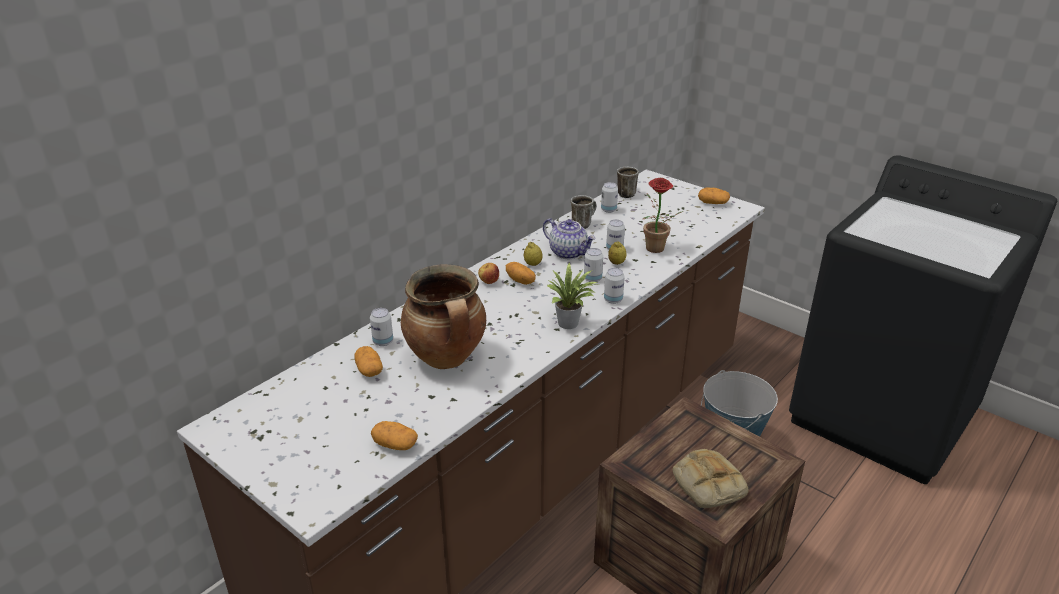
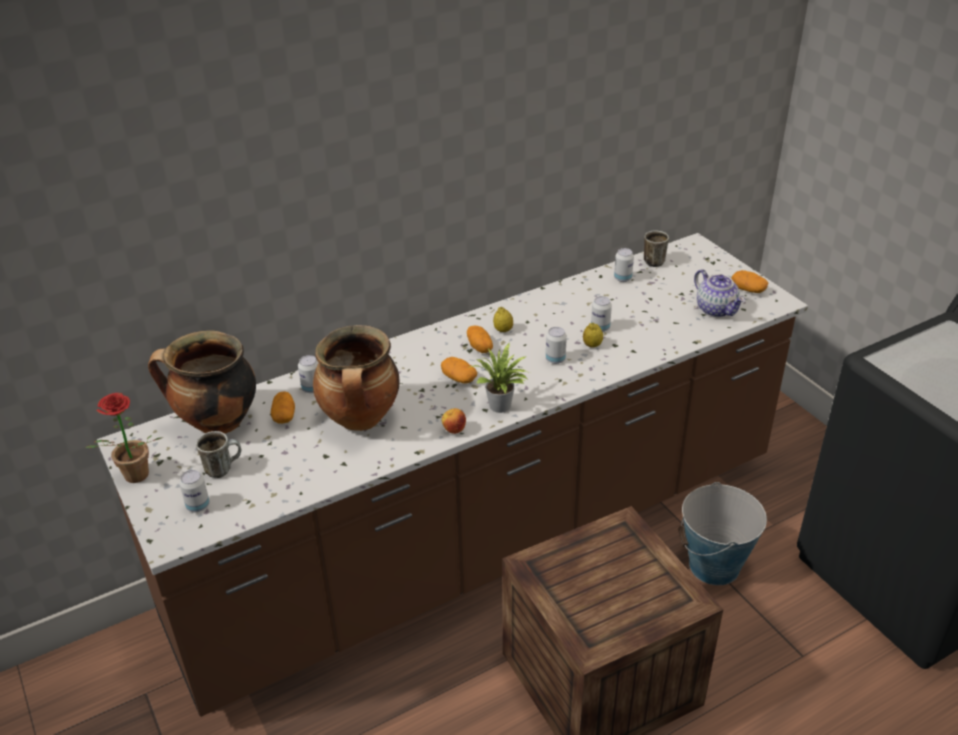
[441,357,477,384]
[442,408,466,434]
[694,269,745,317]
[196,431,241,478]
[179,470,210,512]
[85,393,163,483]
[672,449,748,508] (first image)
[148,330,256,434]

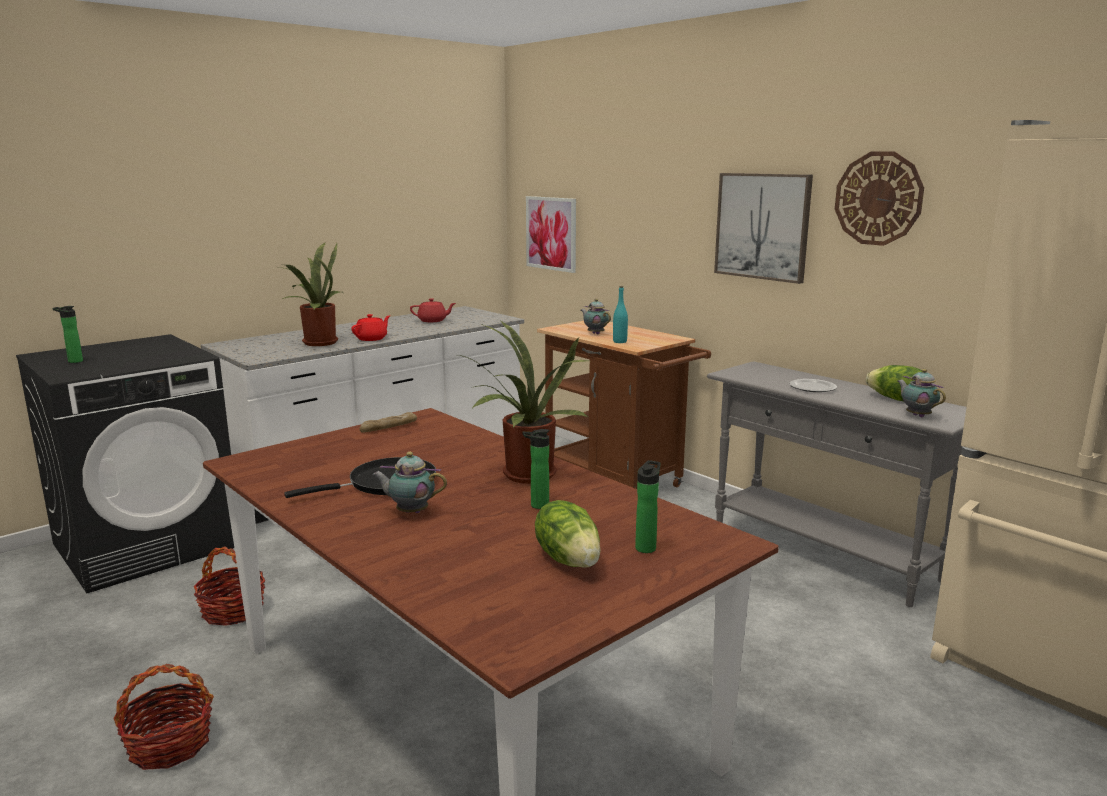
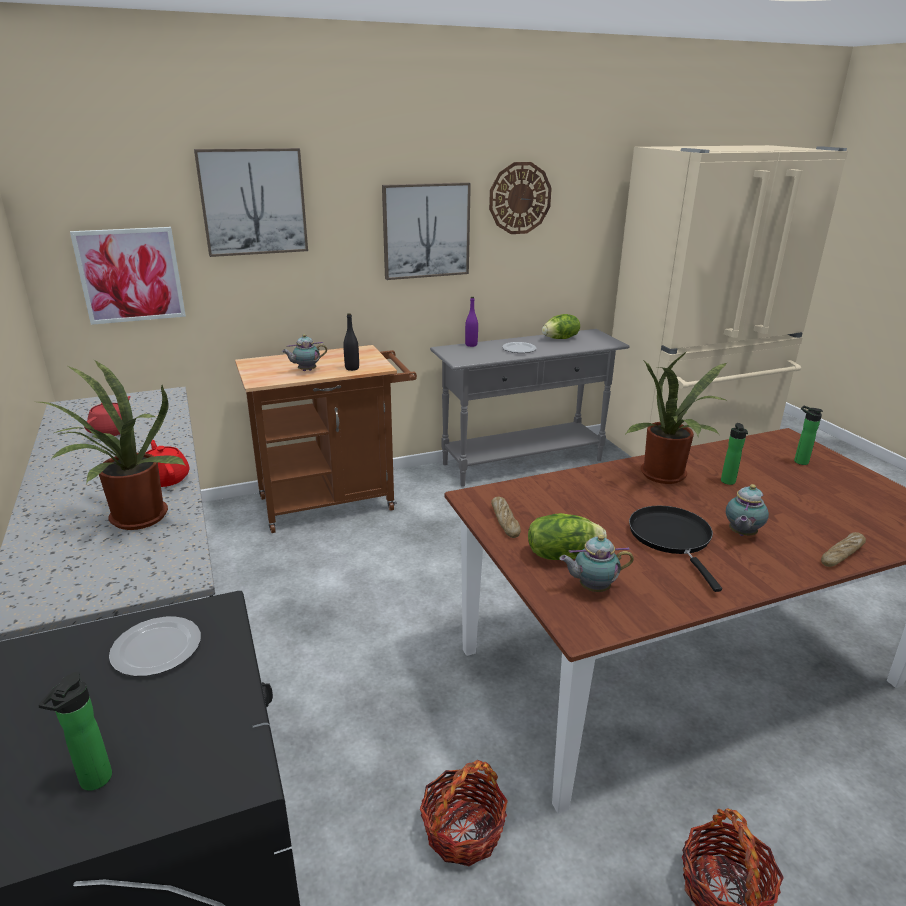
[528,513,607,560]
[343,313,359,371]
[559,535,634,592]
[109,616,201,676]
[194,148,308,257]
[465,297,478,347]
[821,532,866,567]

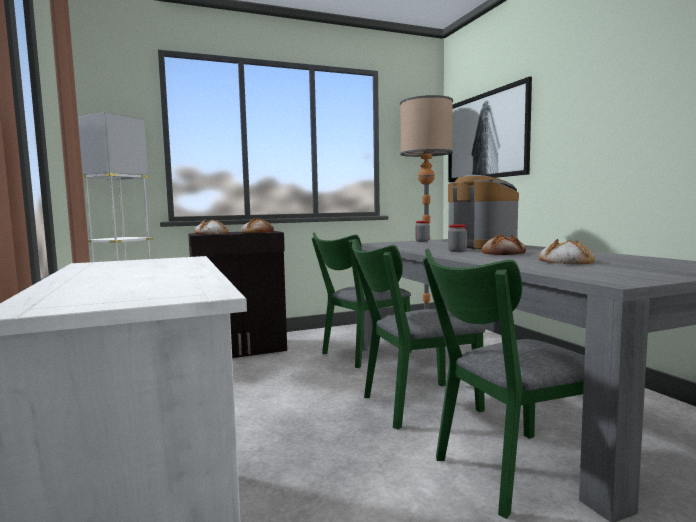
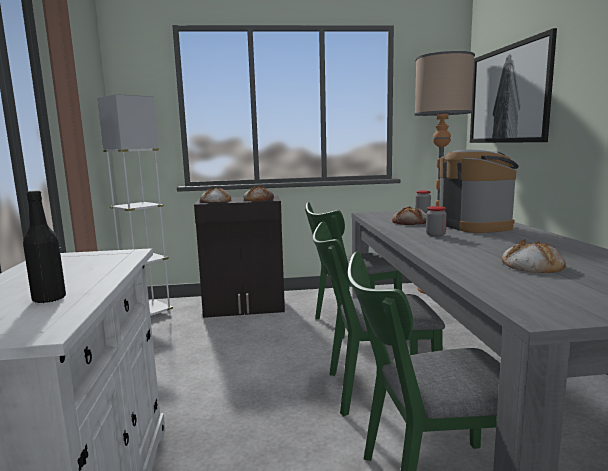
[392,206,426,225]
[23,191,66,303]

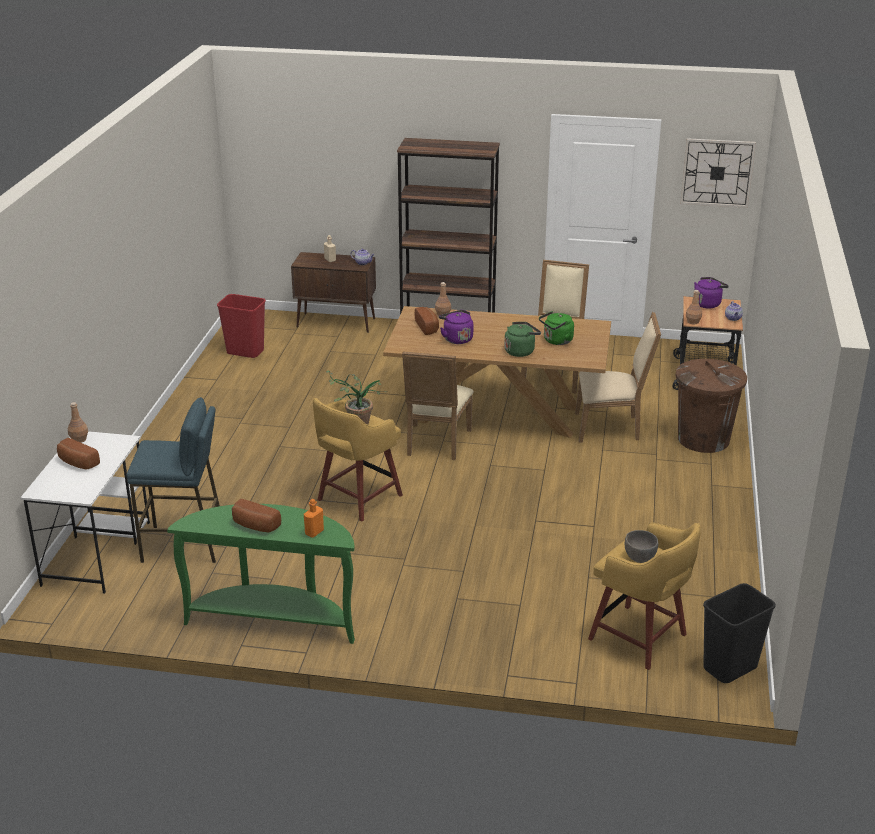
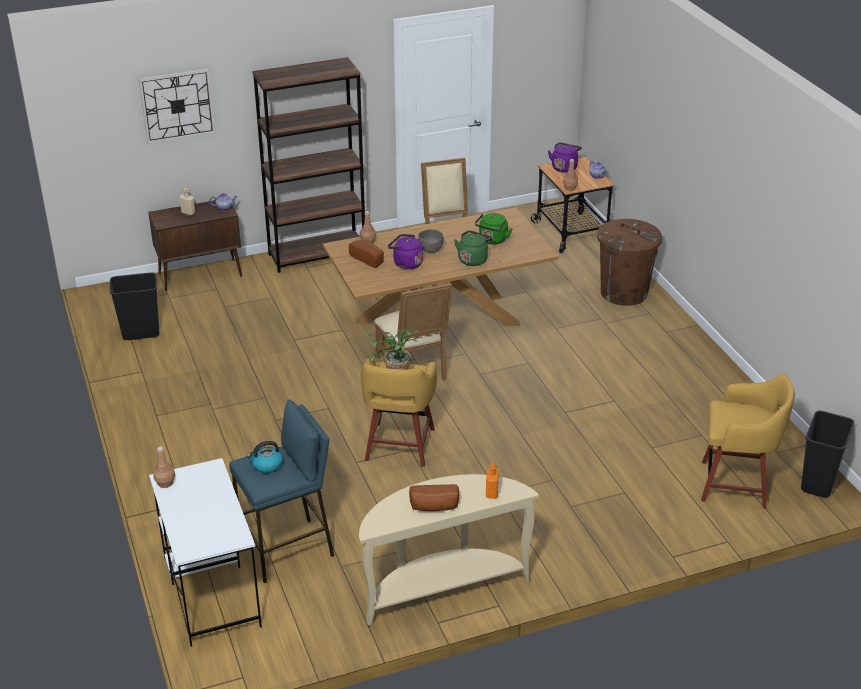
[57,438,100,470] (first image)
[359,474,539,626]
[110,272,159,340]
[575,312,661,442] (first image)
[418,229,444,253]
[139,69,215,144]
[246,441,283,473]

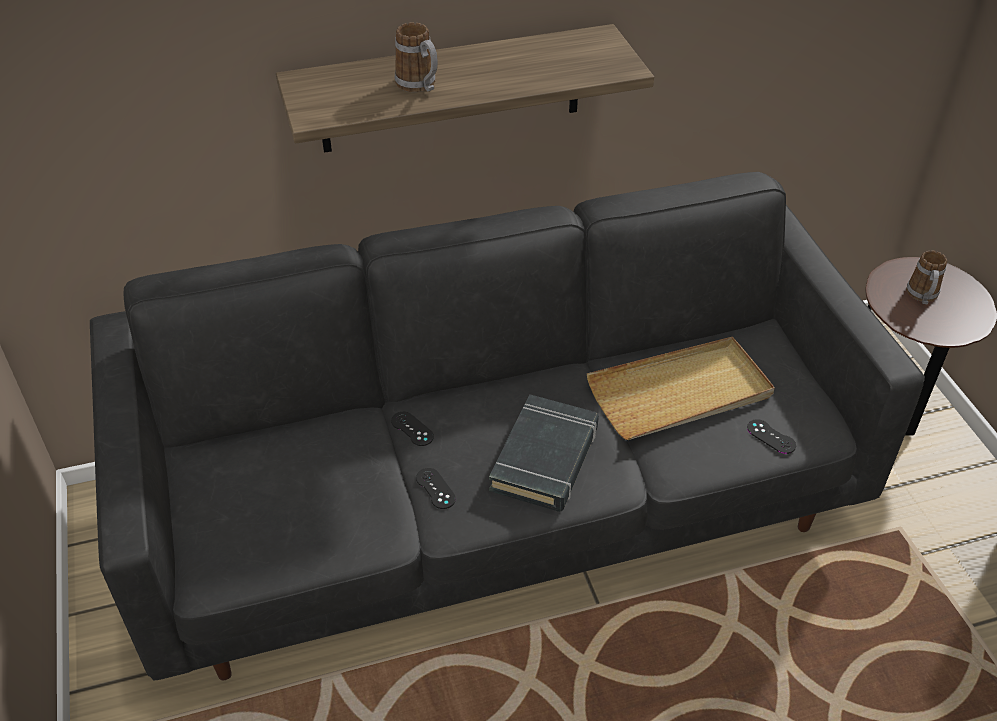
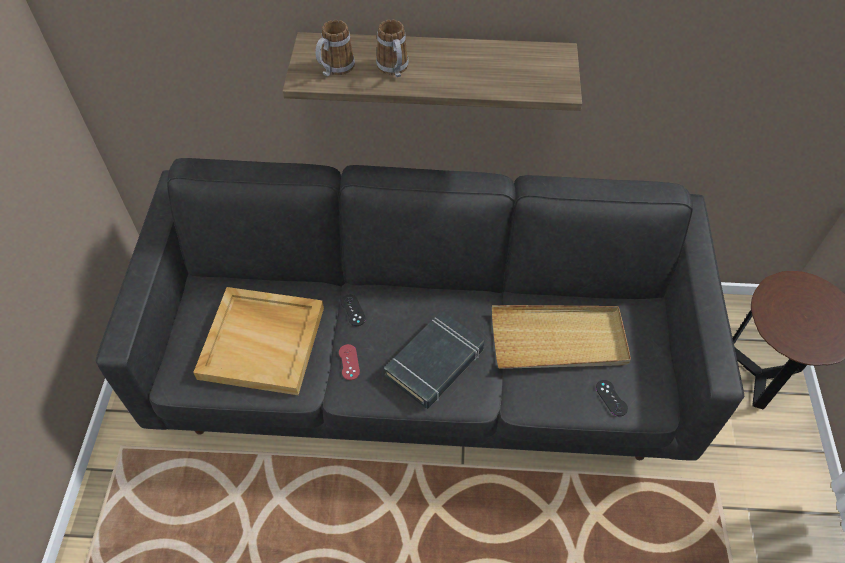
[339,344,360,380]
[316,20,355,76]
[193,287,324,395]

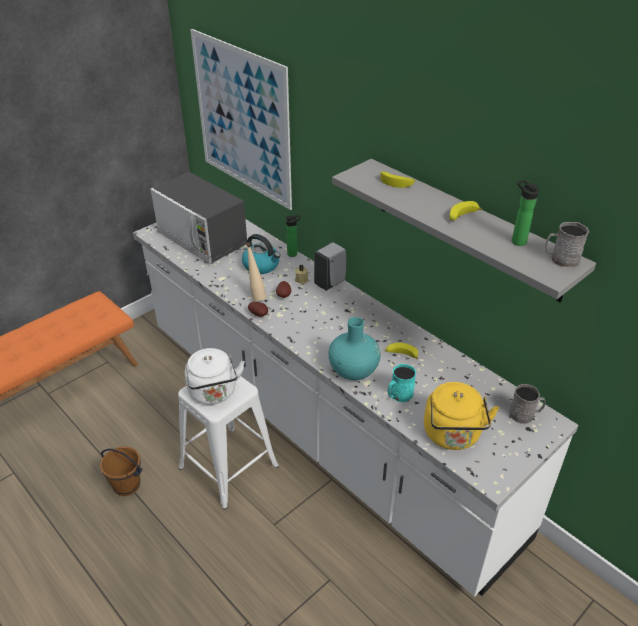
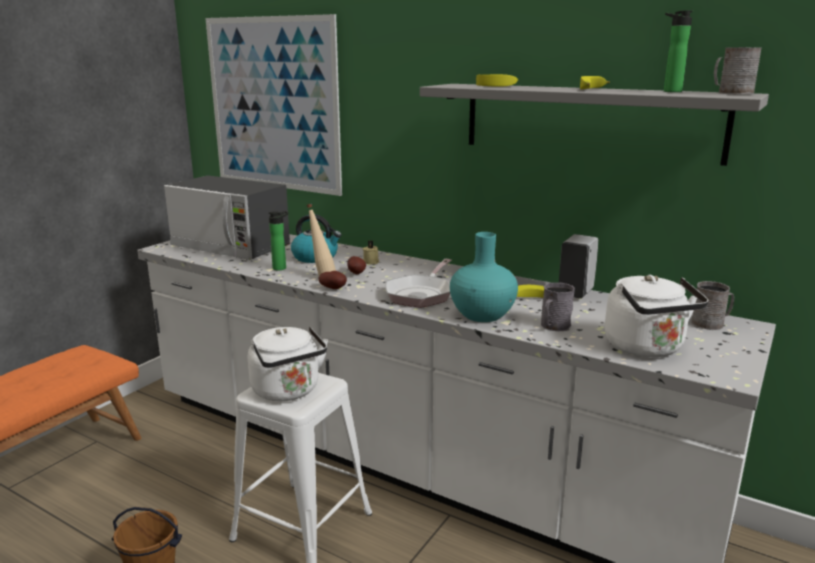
[268,211,289,271]
[559,234,598,299]
[541,282,575,331]
[605,275,708,357]
[385,259,452,308]

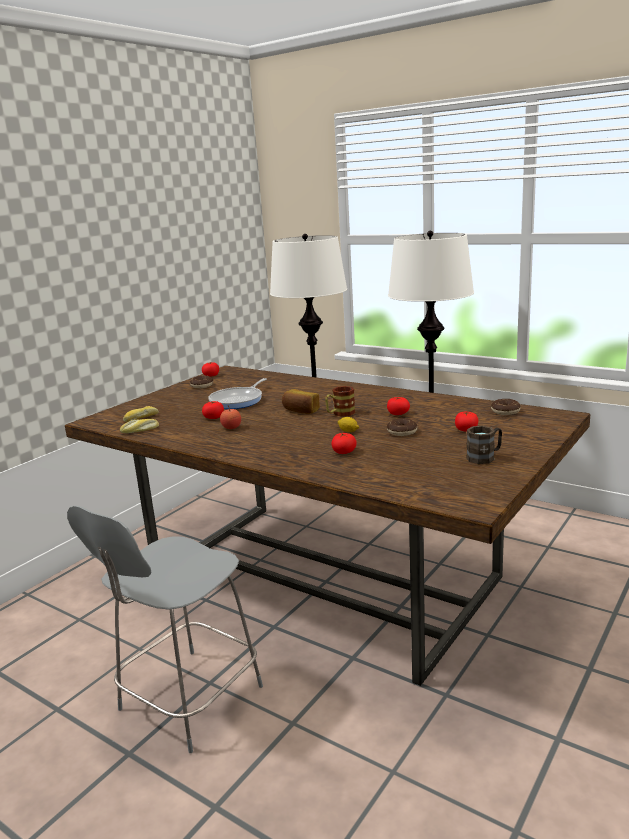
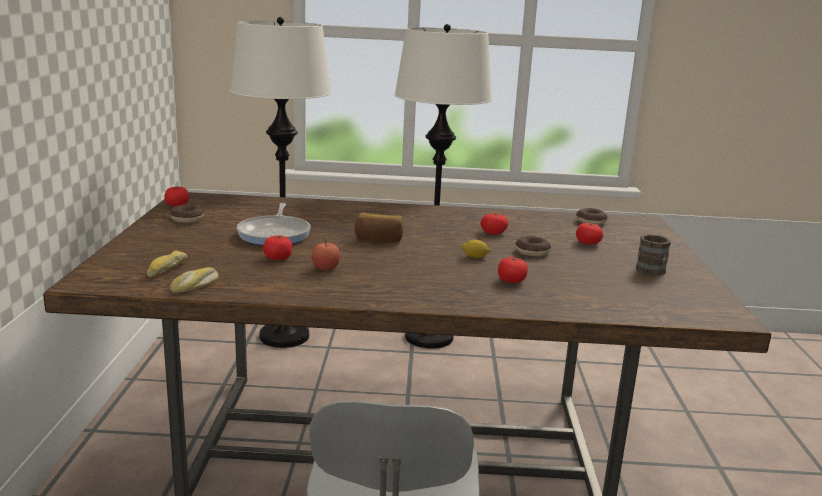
[325,386,355,417] (first image)

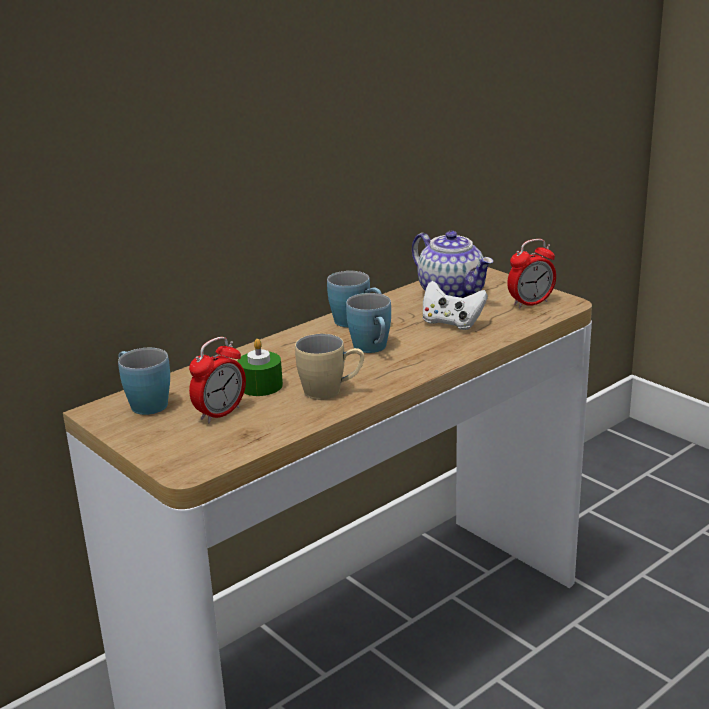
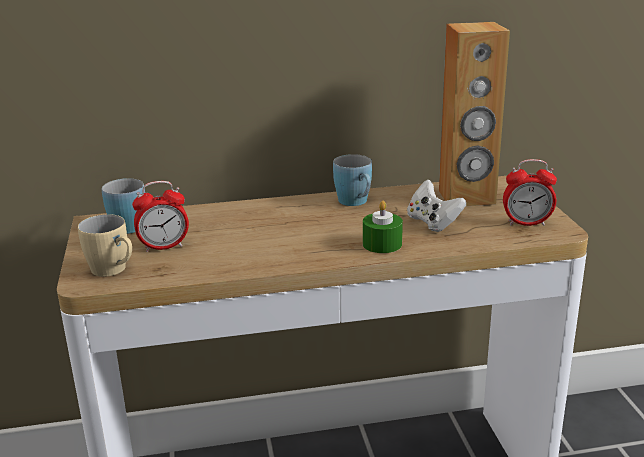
[363,201,403,253]
[78,214,132,277]
[346,293,391,353] (first image)
[439,22,510,206]

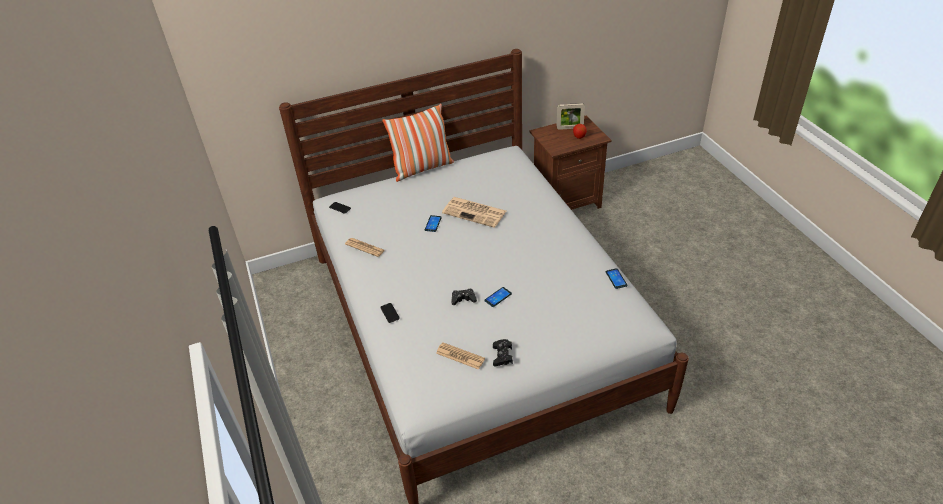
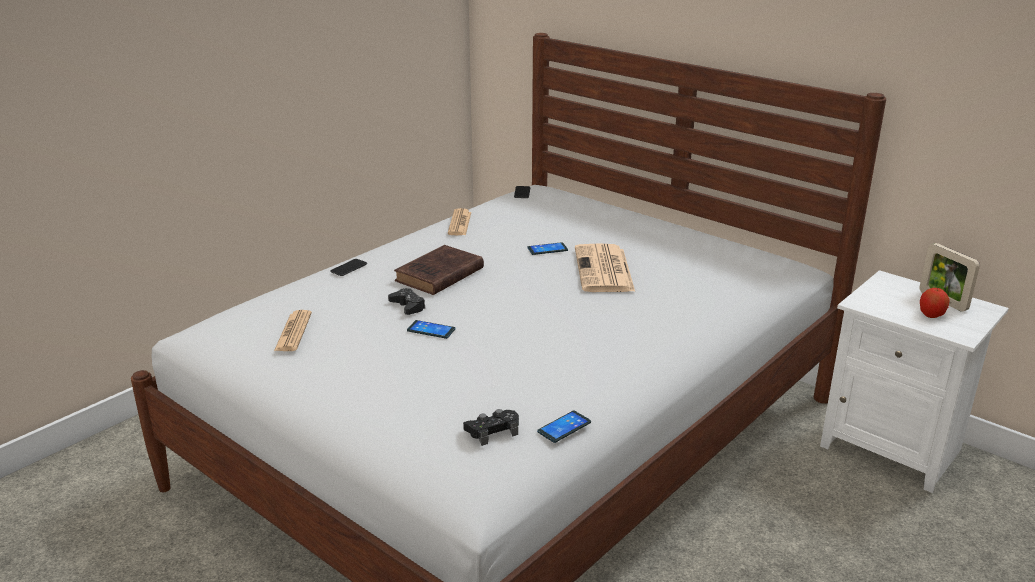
[382,104,454,182] (first image)
[463,409,519,446]
[820,270,1009,493]
[394,245,484,295]

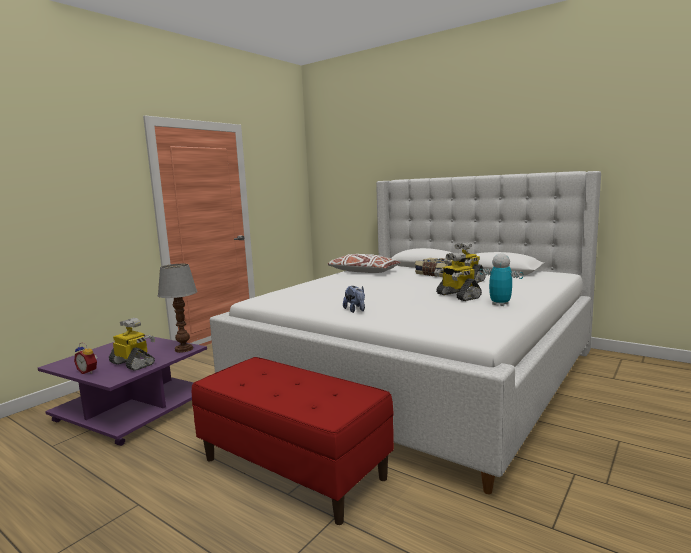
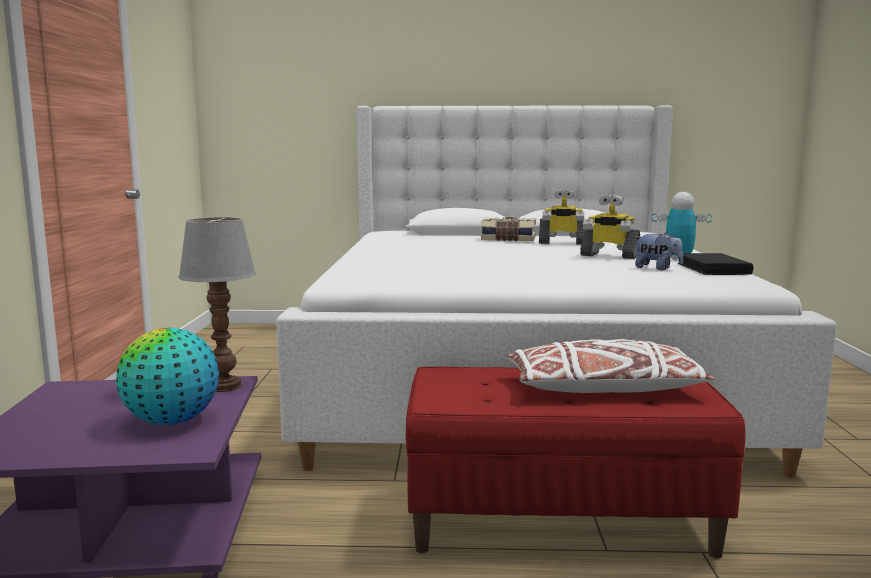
[74,342,97,374] (first image)
[116,328,219,425]
[505,339,715,393]
[634,233,683,271]
[678,253,754,275]

